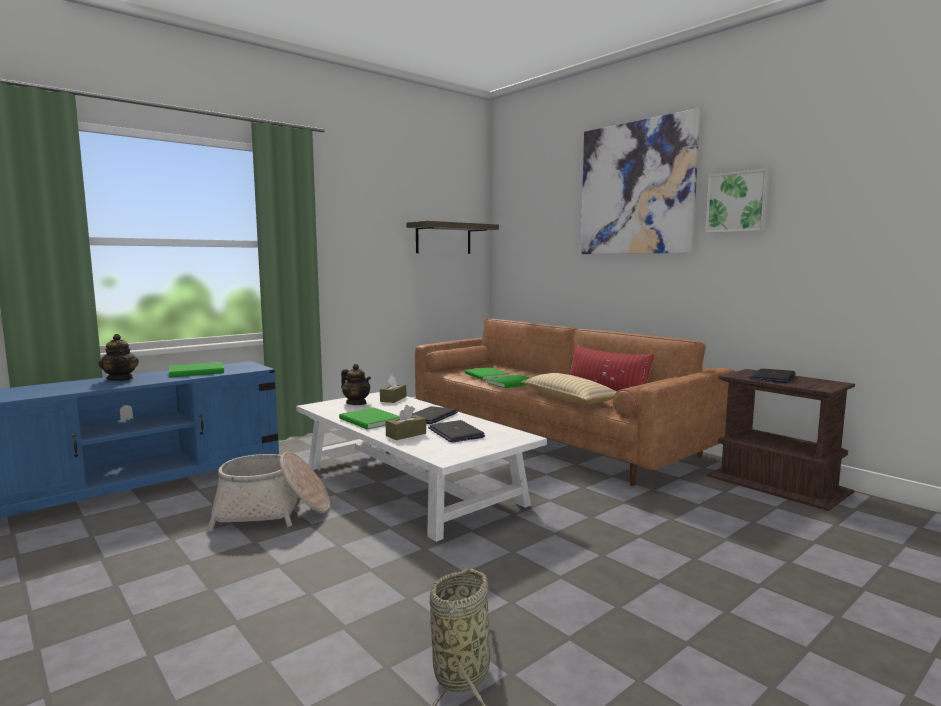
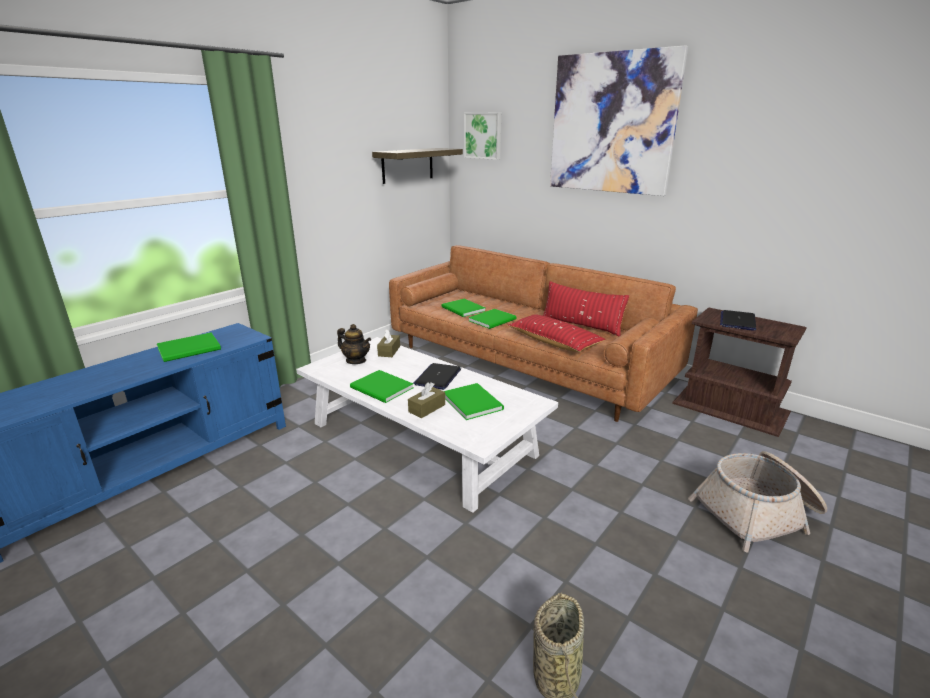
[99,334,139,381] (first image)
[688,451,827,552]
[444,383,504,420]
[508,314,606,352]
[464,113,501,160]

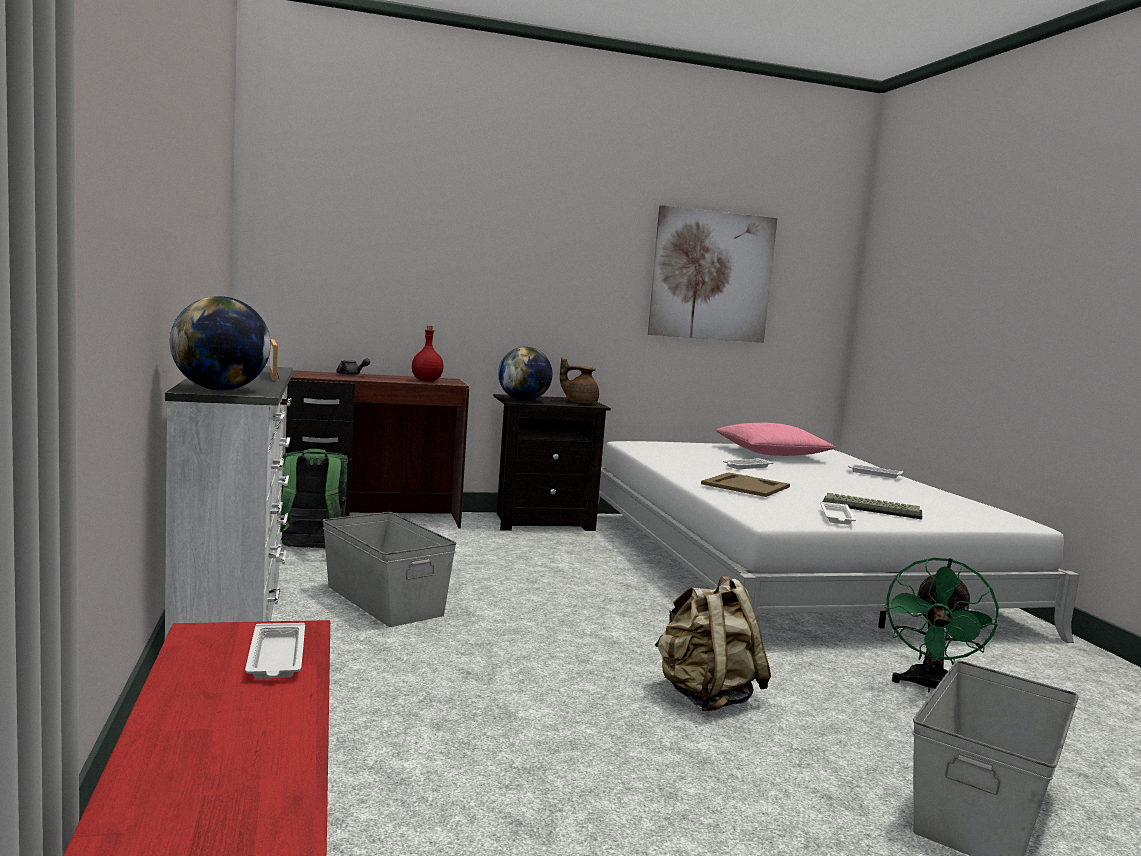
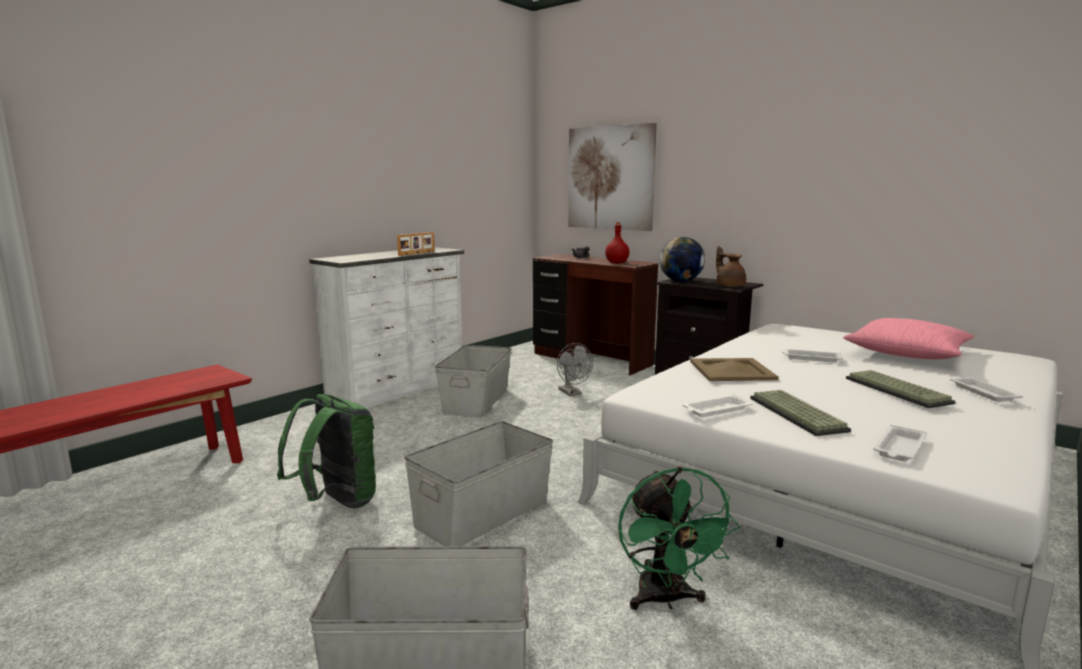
[170,296,271,390] (first image)
[873,425,927,461]
[277,394,376,509]
[568,123,657,231]
[404,421,553,546]
[618,466,740,610]
[557,343,593,396]
[846,370,955,408]

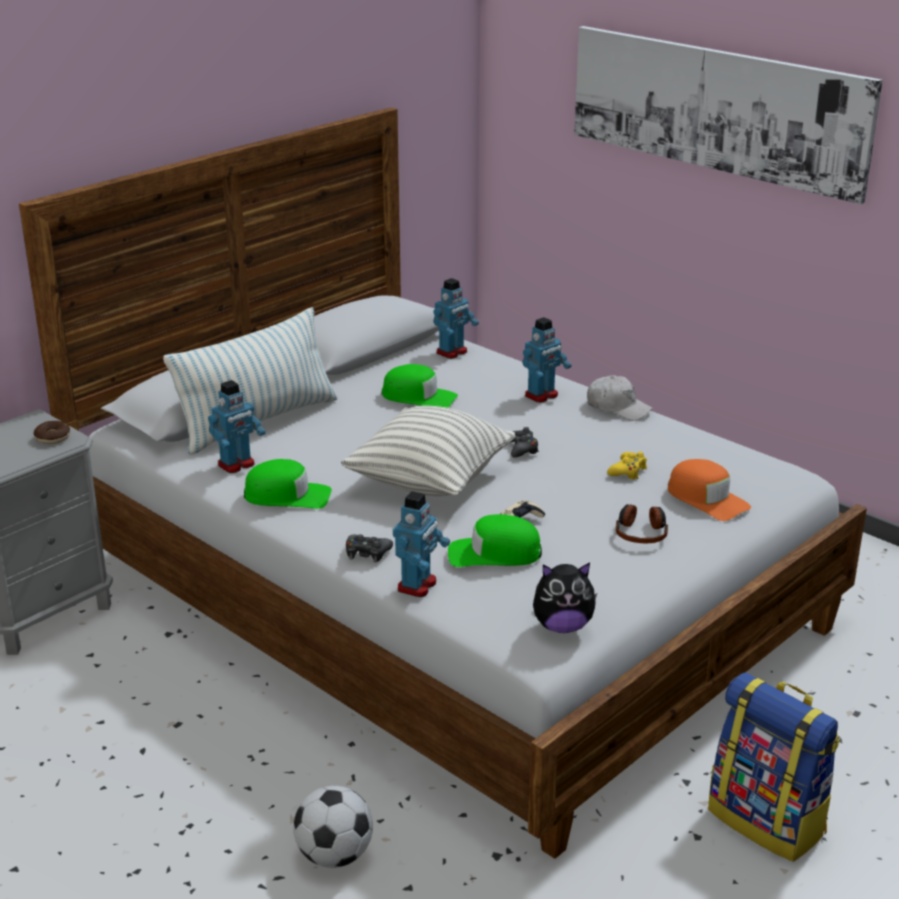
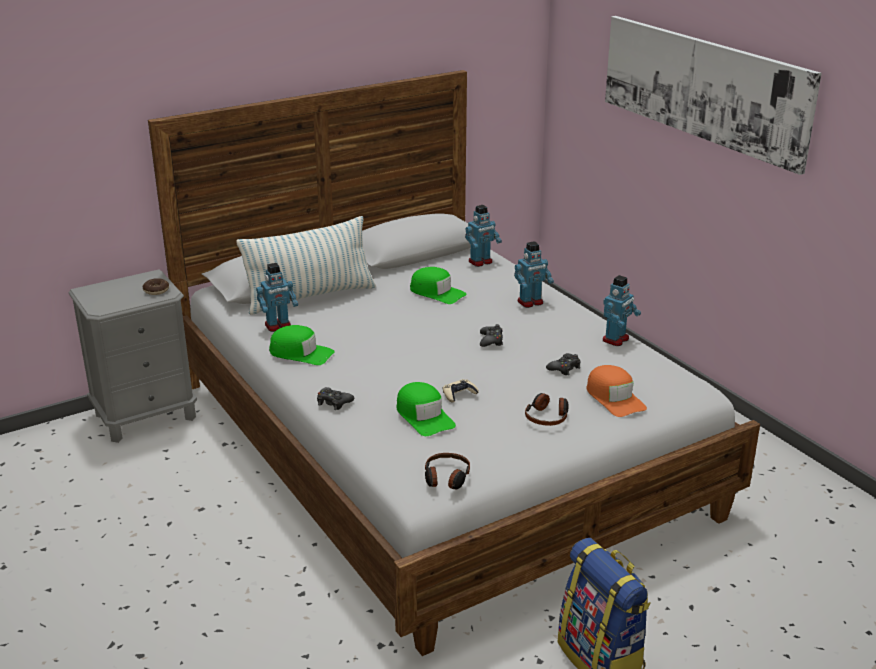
[293,786,373,868] (first image)
[341,406,515,496] (first image)
[603,275,641,346]
[396,382,456,436]
[425,453,470,490]
[587,375,653,421] (first image)
[546,353,581,375]

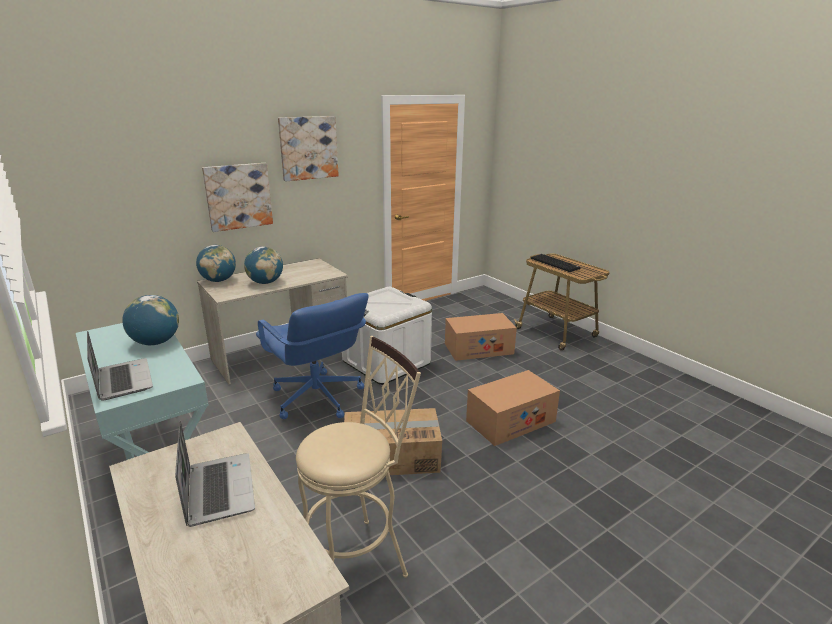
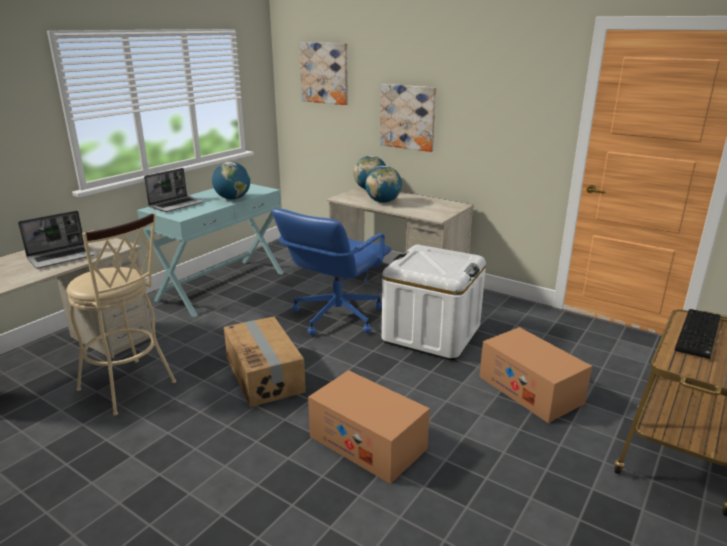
[299,42,348,105]

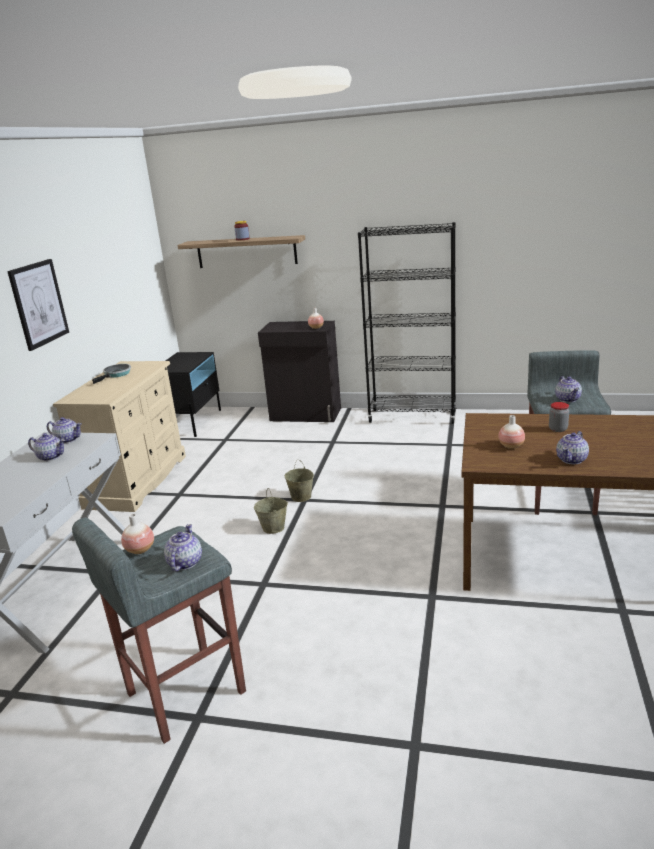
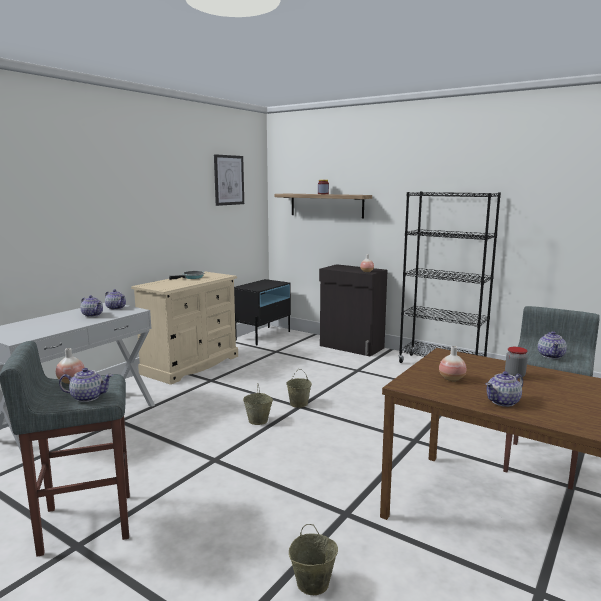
[214,154,244,206]
[59,368,113,402]
[289,524,338,595]

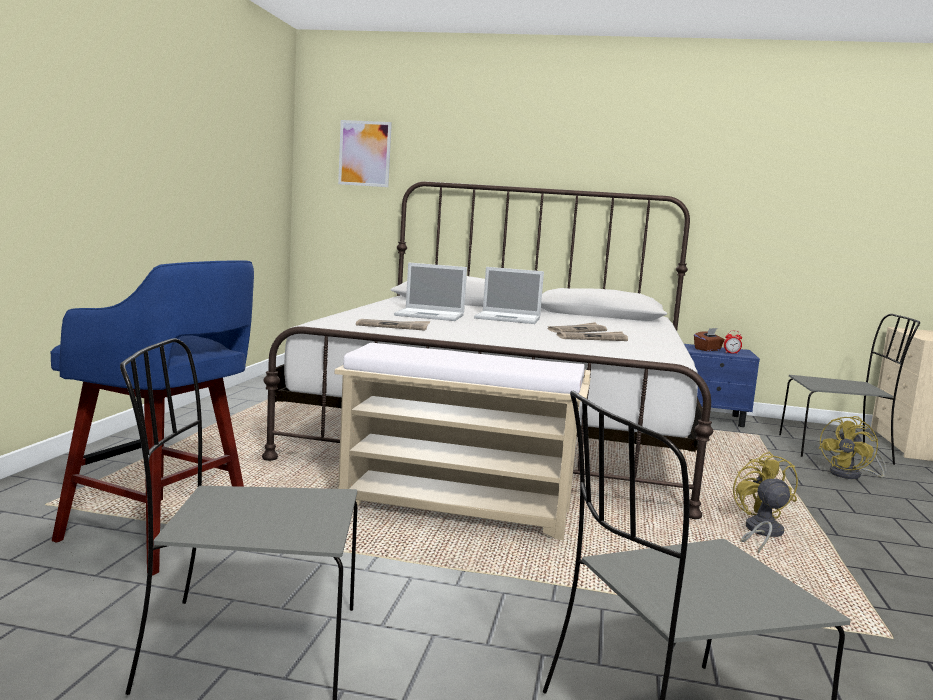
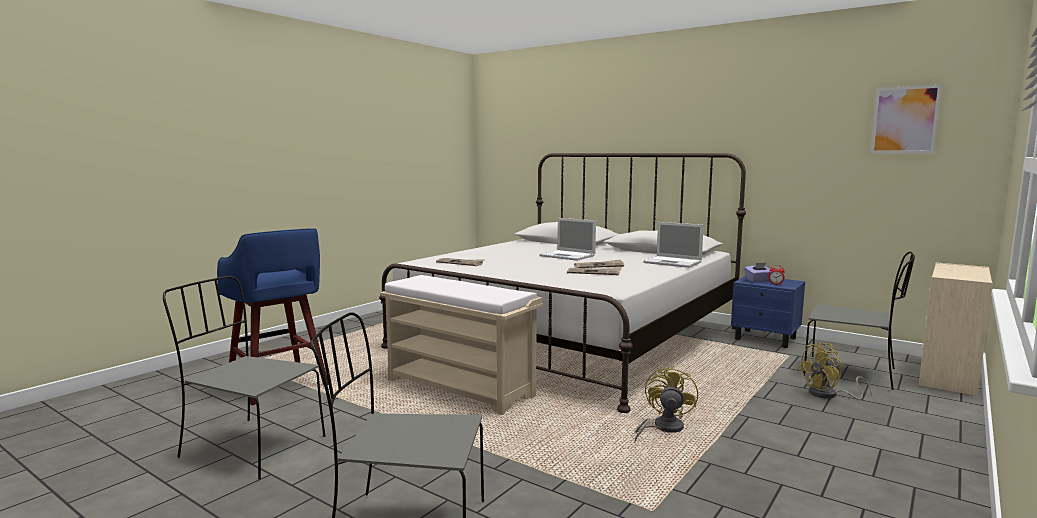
[870,85,942,153]
[643,222,704,268]
[744,263,771,282]

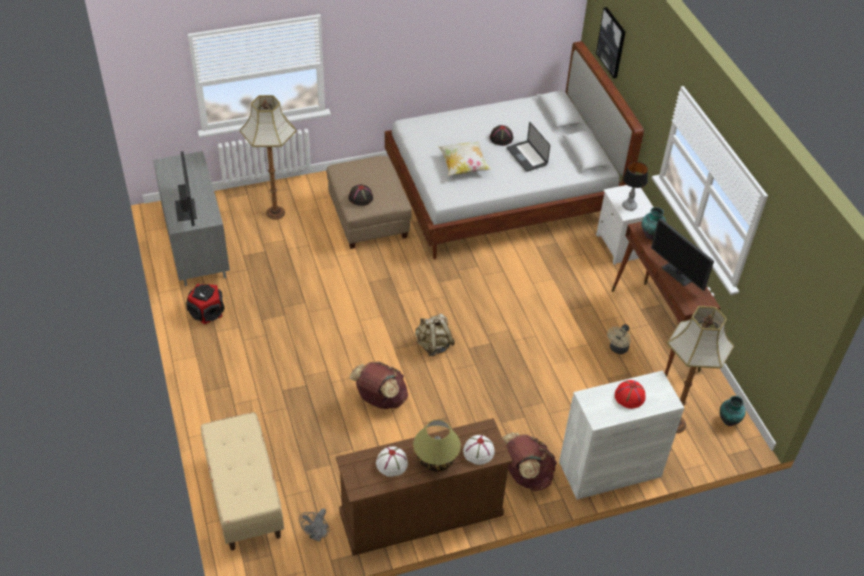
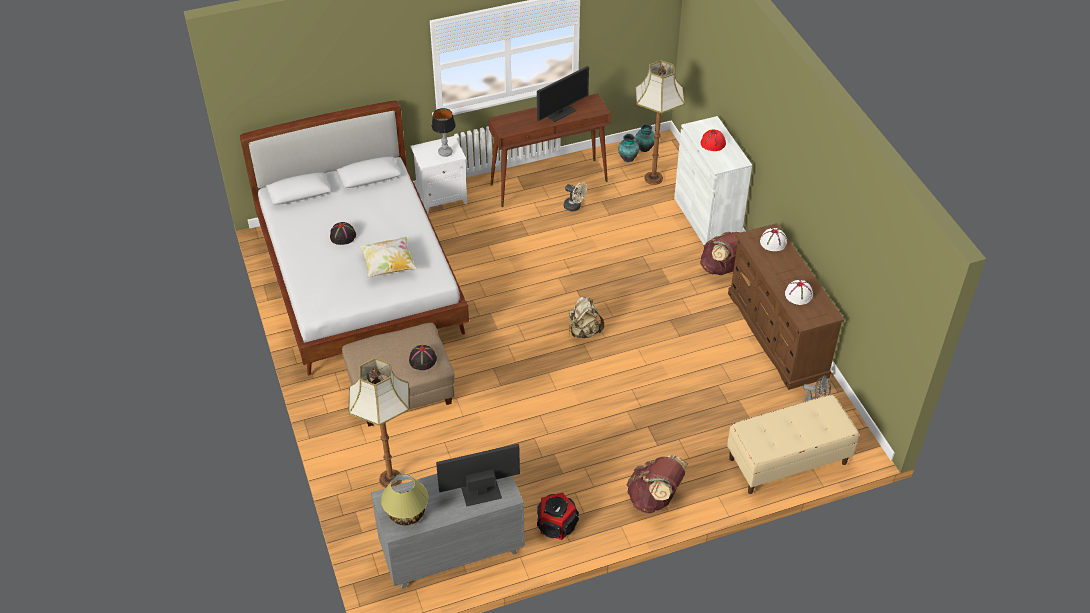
[627,455,688,513]
[381,474,429,525]
[507,122,550,172] (first image)
[596,7,625,78] (first image)
[618,134,639,162]

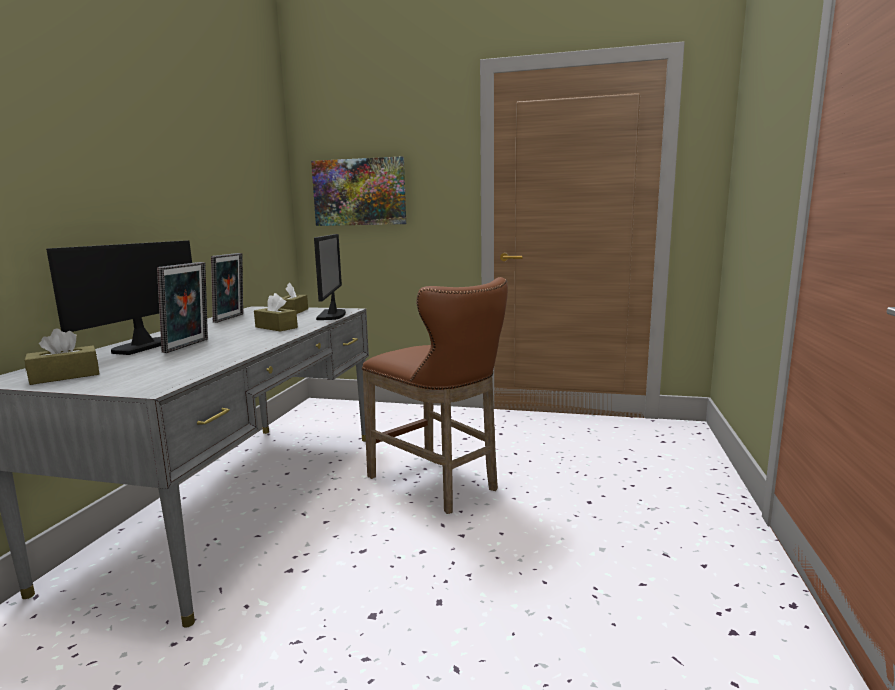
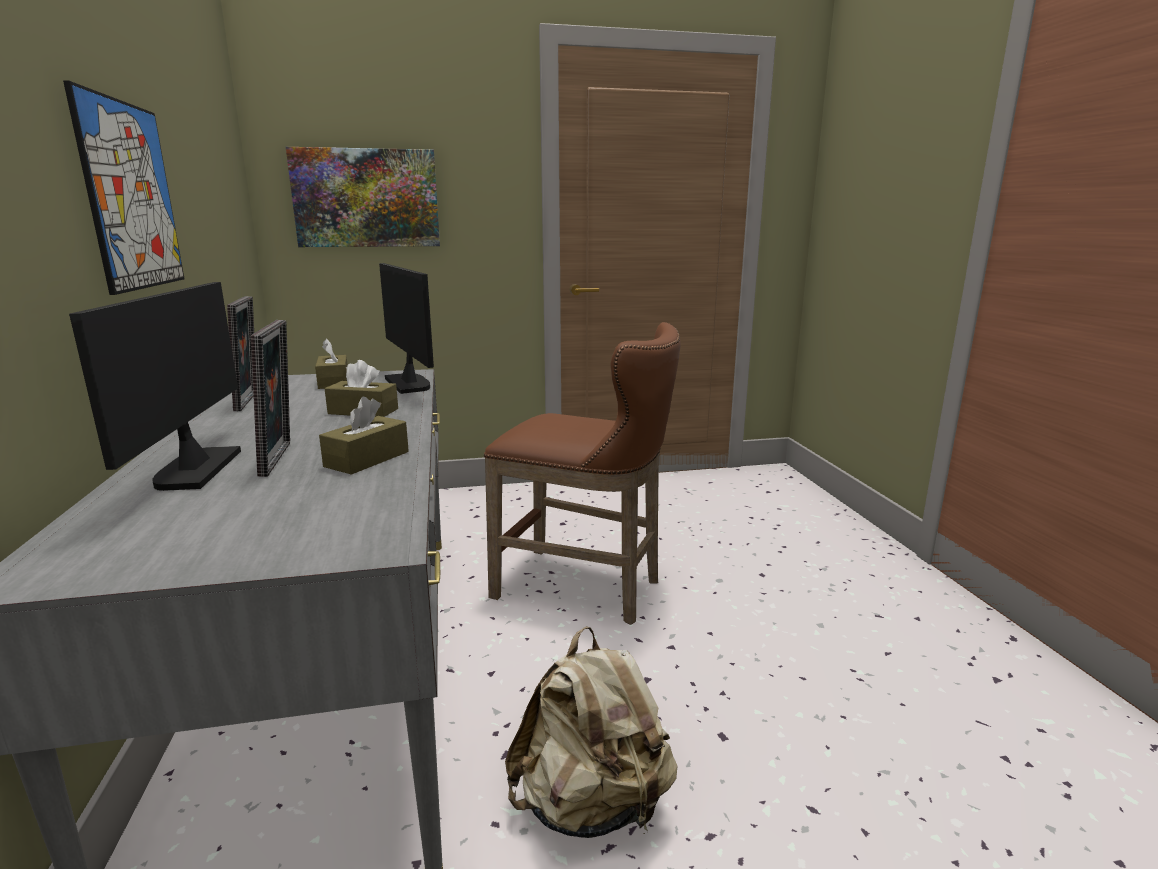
[319,397,409,475]
[63,80,184,295]
[505,626,678,838]

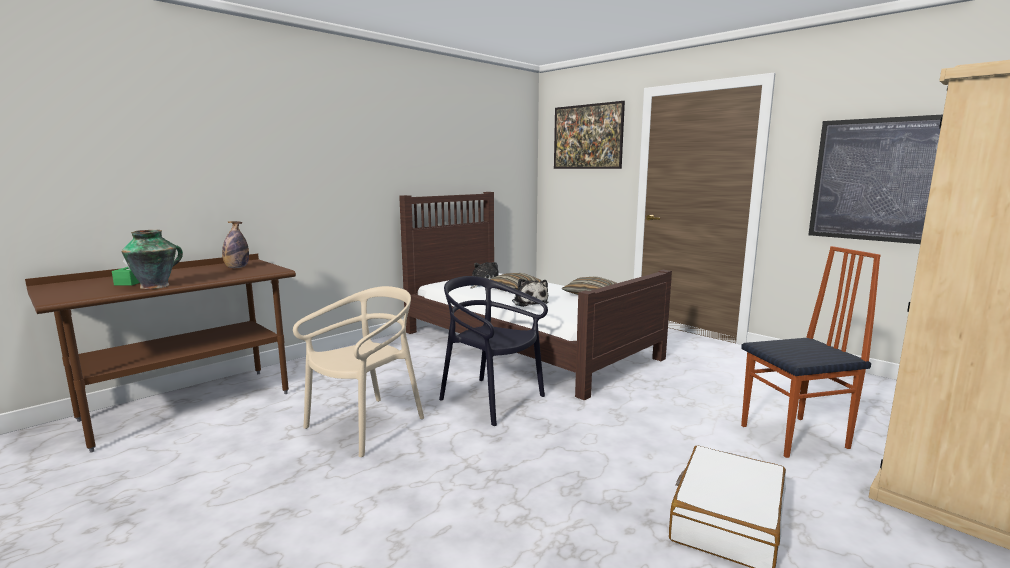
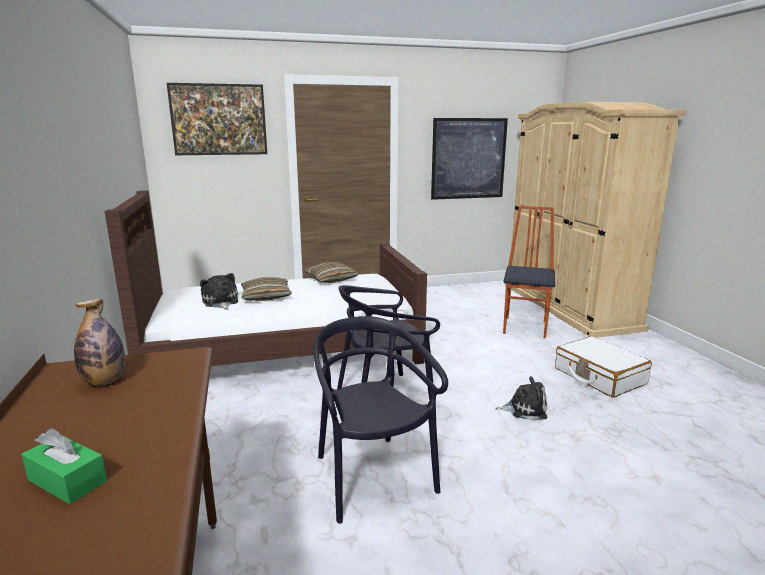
[122,230,183,289] (first image)
[313,316,448,524]
[496,376,547,421]

